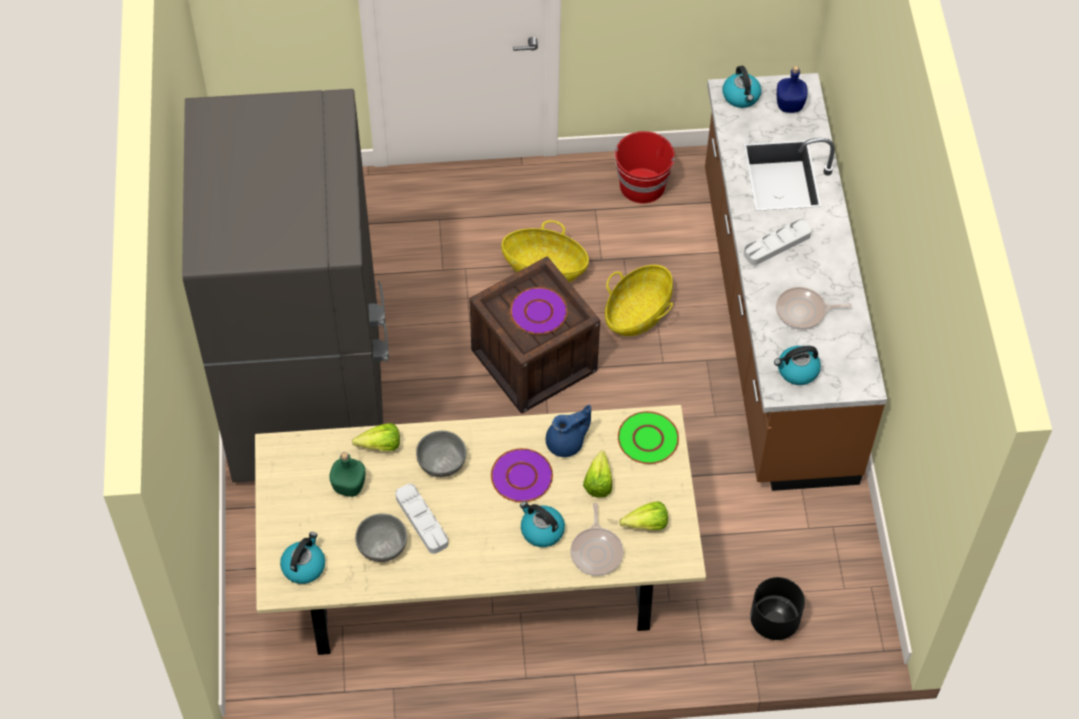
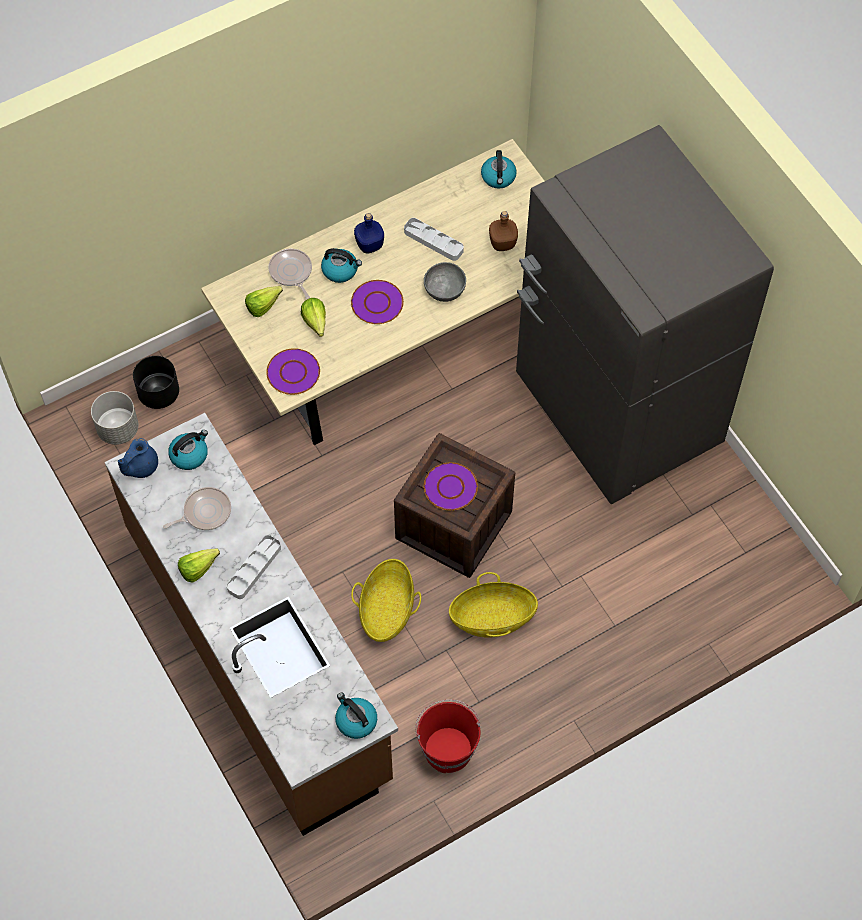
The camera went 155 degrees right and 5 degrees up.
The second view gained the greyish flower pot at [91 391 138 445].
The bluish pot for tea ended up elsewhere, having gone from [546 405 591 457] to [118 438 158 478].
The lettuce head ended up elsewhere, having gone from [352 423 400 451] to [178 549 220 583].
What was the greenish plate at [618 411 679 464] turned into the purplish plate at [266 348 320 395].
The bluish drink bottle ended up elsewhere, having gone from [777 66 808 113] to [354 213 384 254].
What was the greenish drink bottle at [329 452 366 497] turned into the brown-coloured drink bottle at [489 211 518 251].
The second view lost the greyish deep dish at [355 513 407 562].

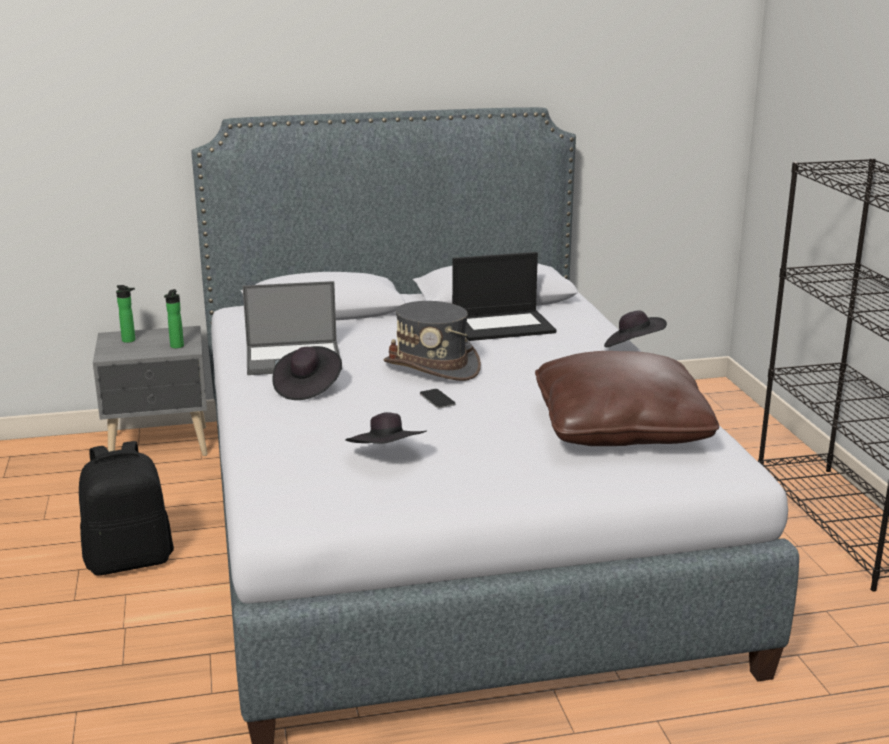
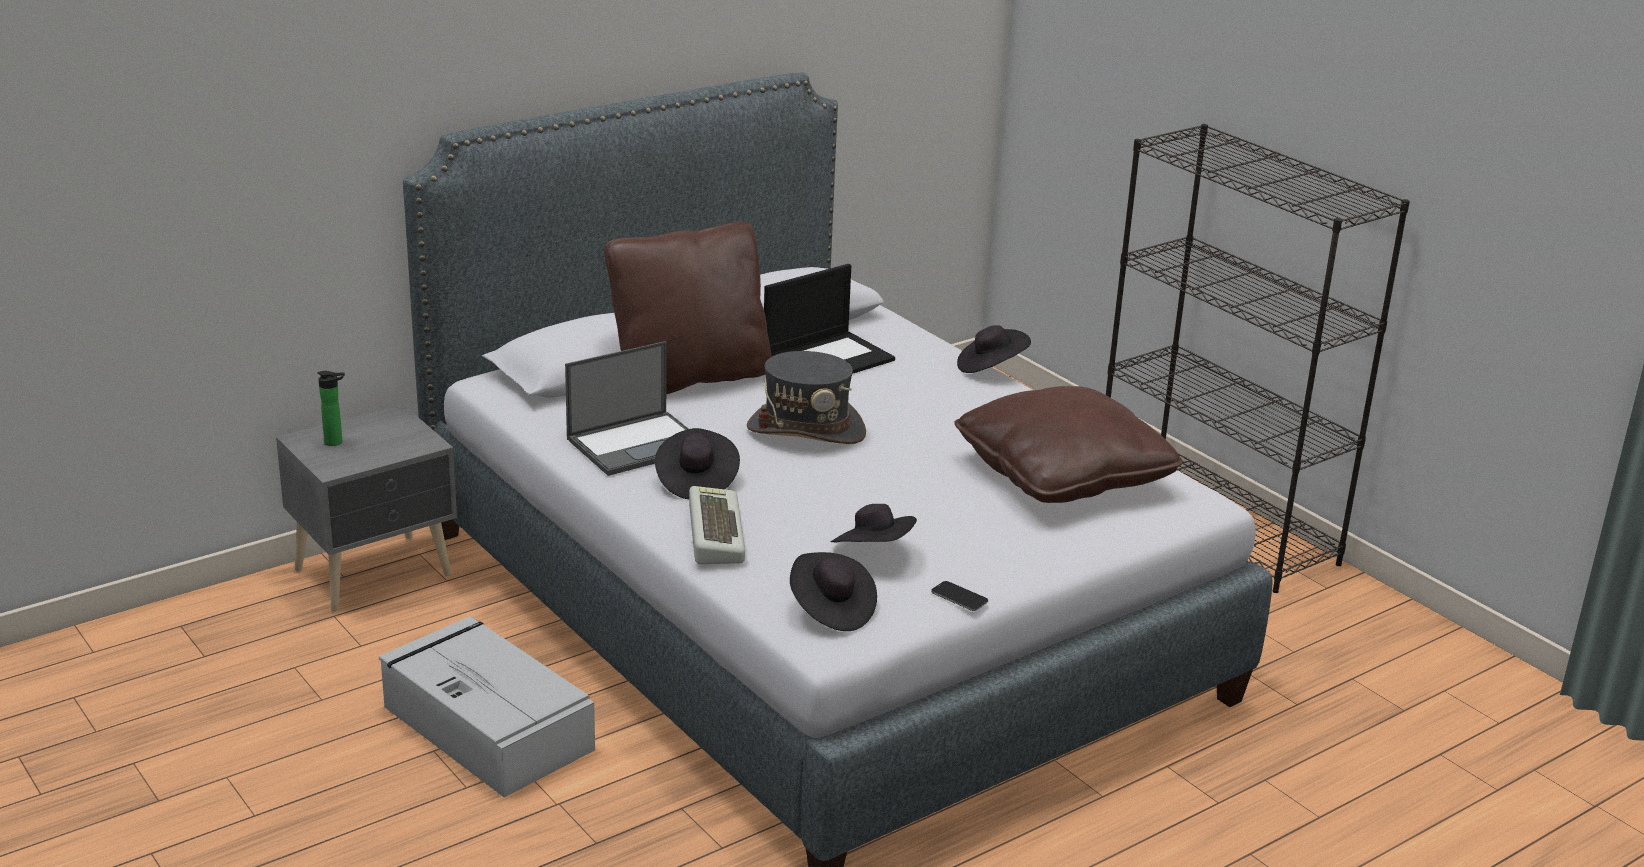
The camera went 25 degrees left and 5 degrees up.
Where the blackish backpack stood at [79 441 174 576], the greyish storage container came to stand at [379 616 595 797].
The second view gained the brown-coloured cushion at [604 222 771 394].
The second view gained the keyboard at [689 486 745 564].
The second view gained the blackish wearable hat at [790 552 877 631].
The phone ended up elsewhere, having gone from [420 389 456 408] to [931 581 988 611].
The second view lost the drink bottle at [164 289 184 348].

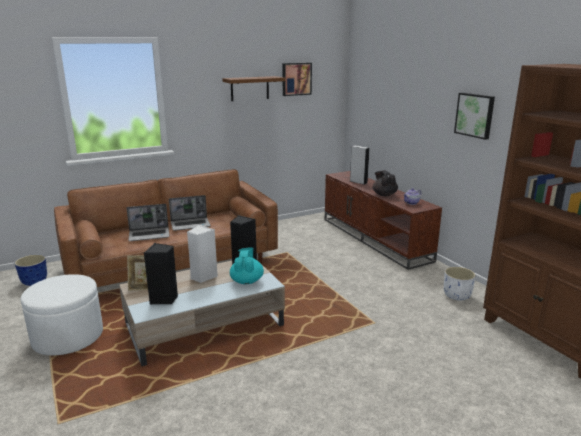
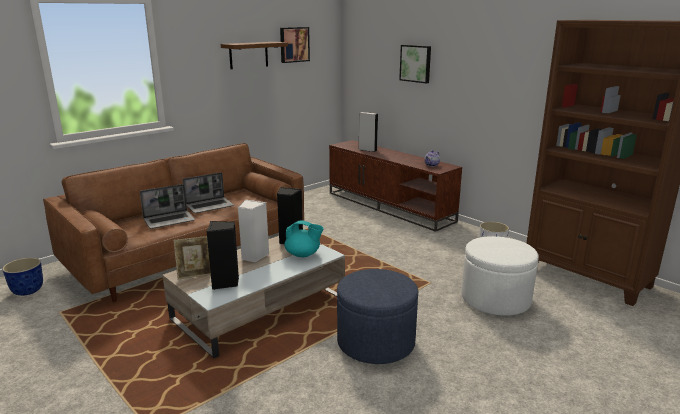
The camera went 15 degrees left and 0 degrees up.
The blue-green pot for tea at [230 247 264 284] ended up facing another way, 120 degrees clockwise from before.
The second view gained the bluish pouffe at [337 269 418 364].
The wall art ended up elsewhere, having gone from [454 93 495 140] to [399 45 431 83].
The white-coloured pouffe ended up elsewhere, having gone from [21 274 103 355] to [461 236 538 316].
The second view lost the blackish pot for tea at [373 170 398 196].

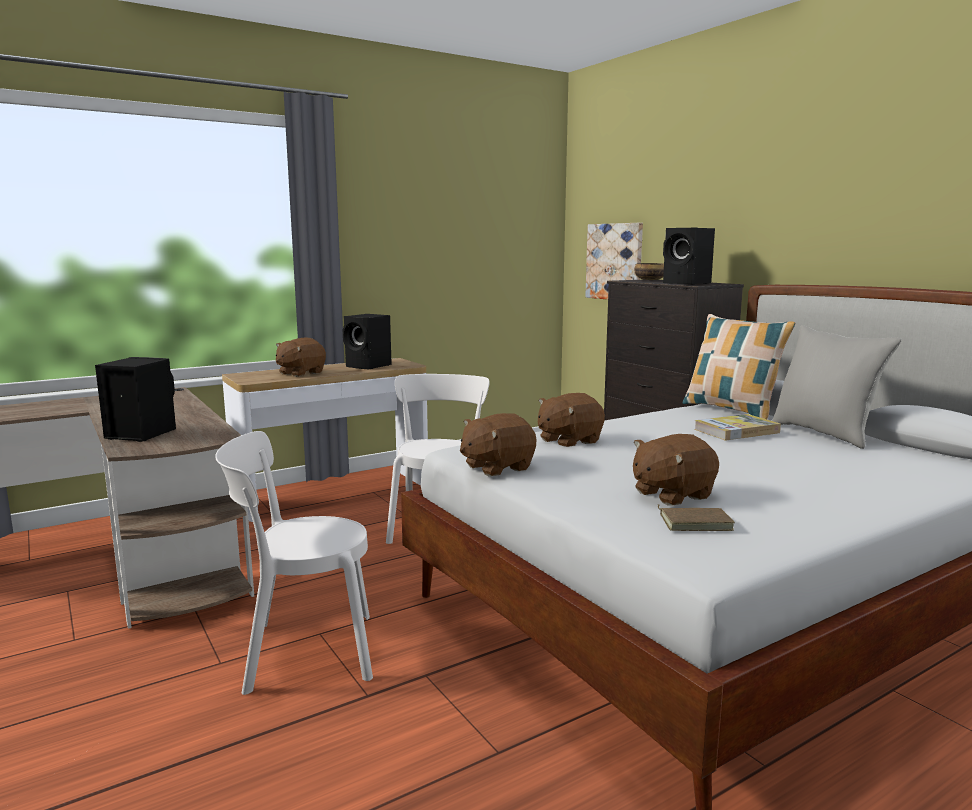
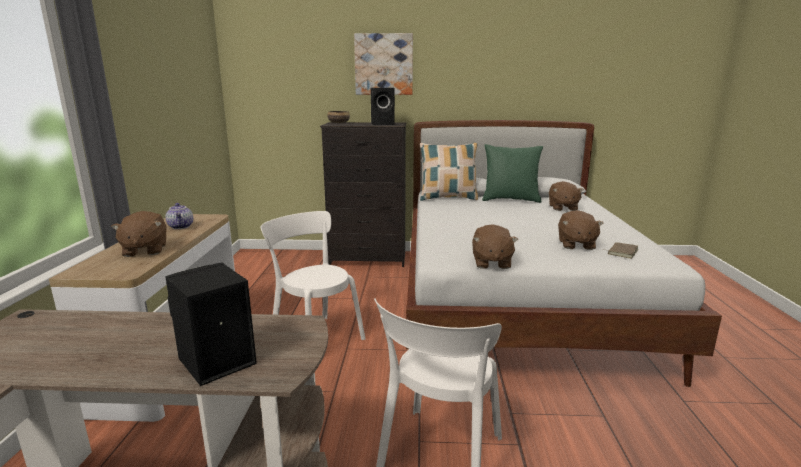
The camera went 55 degrees left and 5 degrees up.
Where the blackish speaker stood at [343 314 392 369], the pot for tea came to stand at [165 203 193 229].
The wall art ended up elsewhere, having gone from [585 223 643 300] to [354 33 413 95].
What was the greyish cushion at [772 325 902 449] turned into the greenish cushion at [482 144 543 203].
The brown-coloured plush toy ended up elsewhere, having gone from [538 393 605 447] to [549 181 584 211].
The second view lost the bound book at [694 414 781 441].

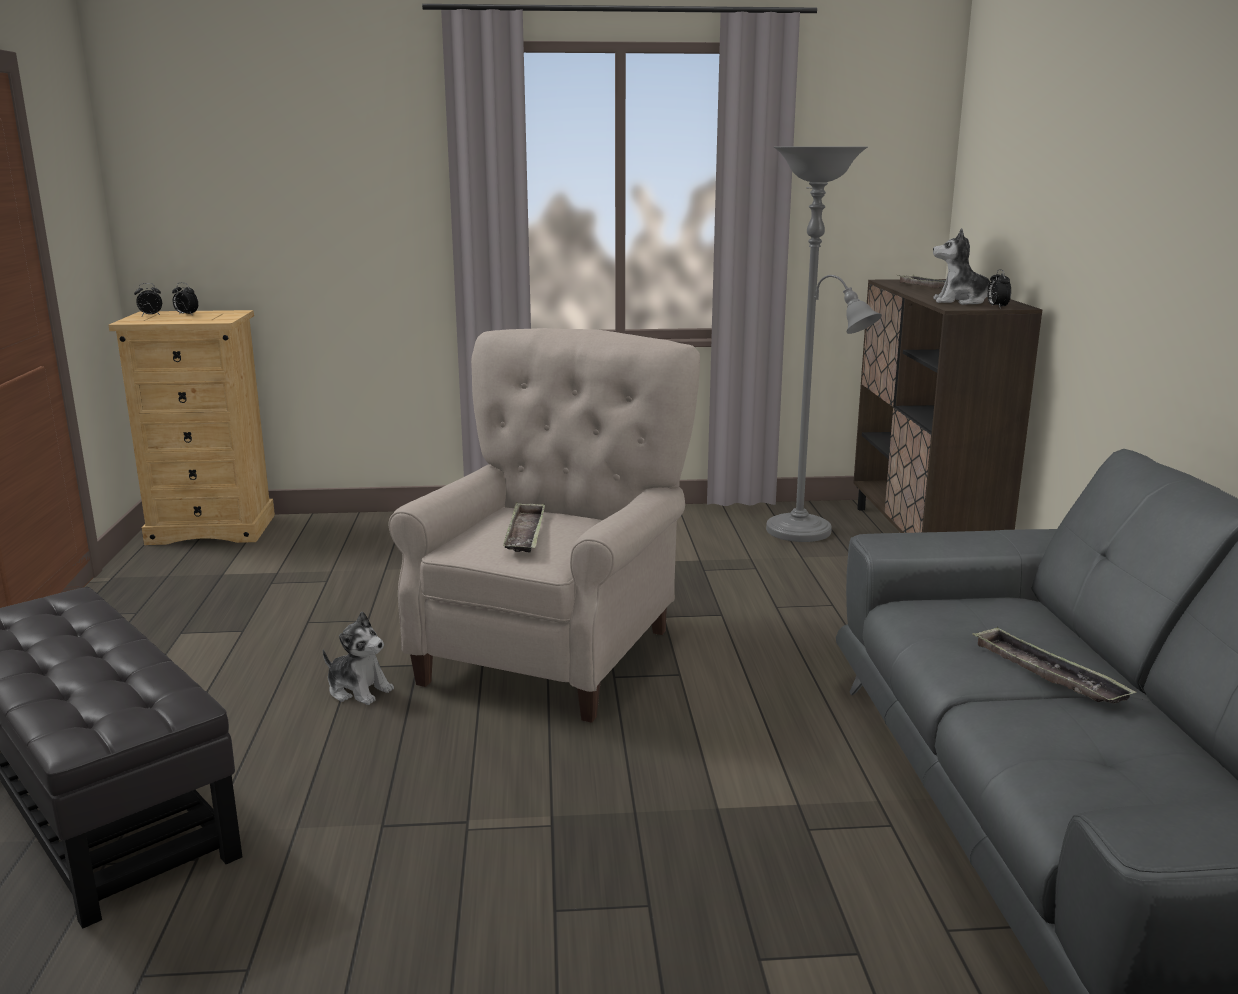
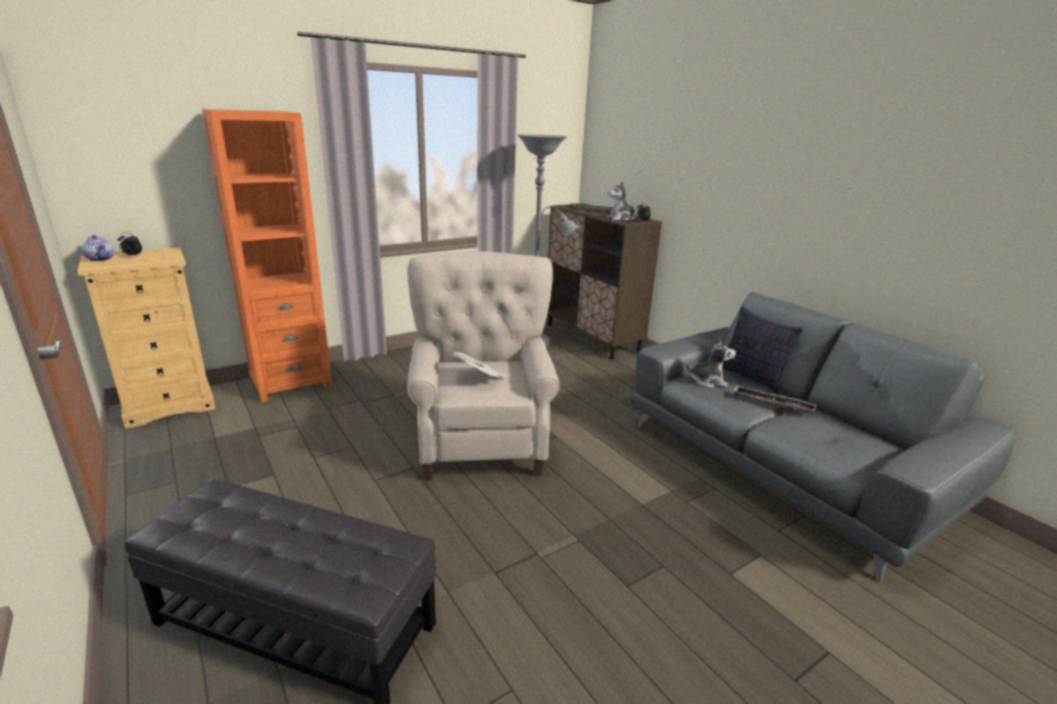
The camera went 30 degrees left and 5 degrees up.
Where the alarm clock stood at [134 283 162 316], the pot for tea came to stand at [82 235 114 262].
The second view gained the orange-coloured bookcase at [202 109 332 403].
Where the carrying tray stood at [503 502 545 553], the newspaper came to stand at [452 352 508 378].
The plush toy ended up elsewhere, having gone from [323 611 394 705] to [686 337 736 388].
The second view gained the cushion at [722 307 803 393].

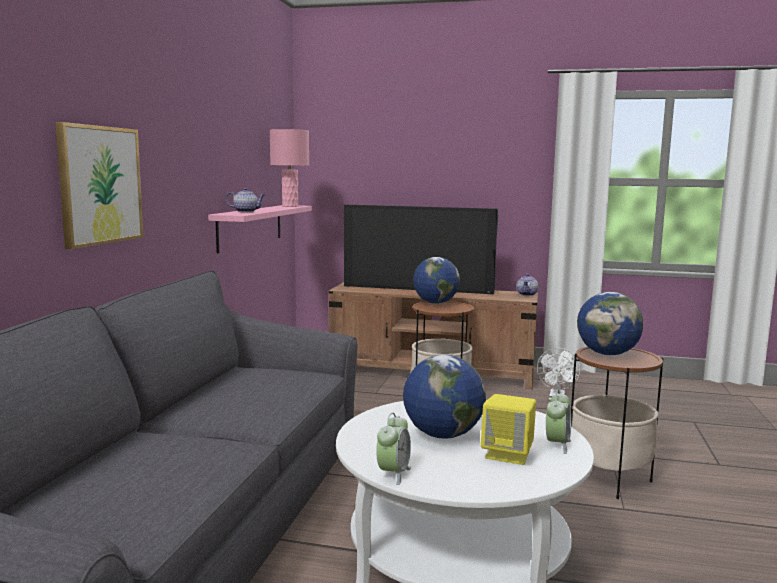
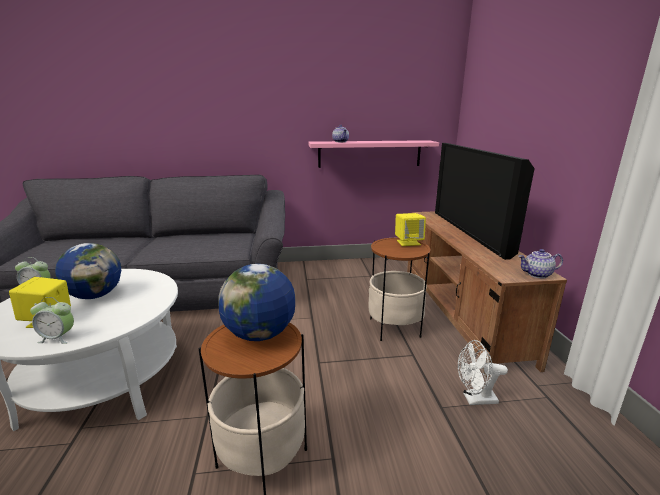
The camera went 70 degrees right and 10 degrees up.
Where the desk globe stood at [413 257 460 304], the yellow speaker came to stand at [395 213 426 246].
The second view lost the wall art at [55 122 144 249].
The second view lost the pinkish table lamp at [270 129 309 207].

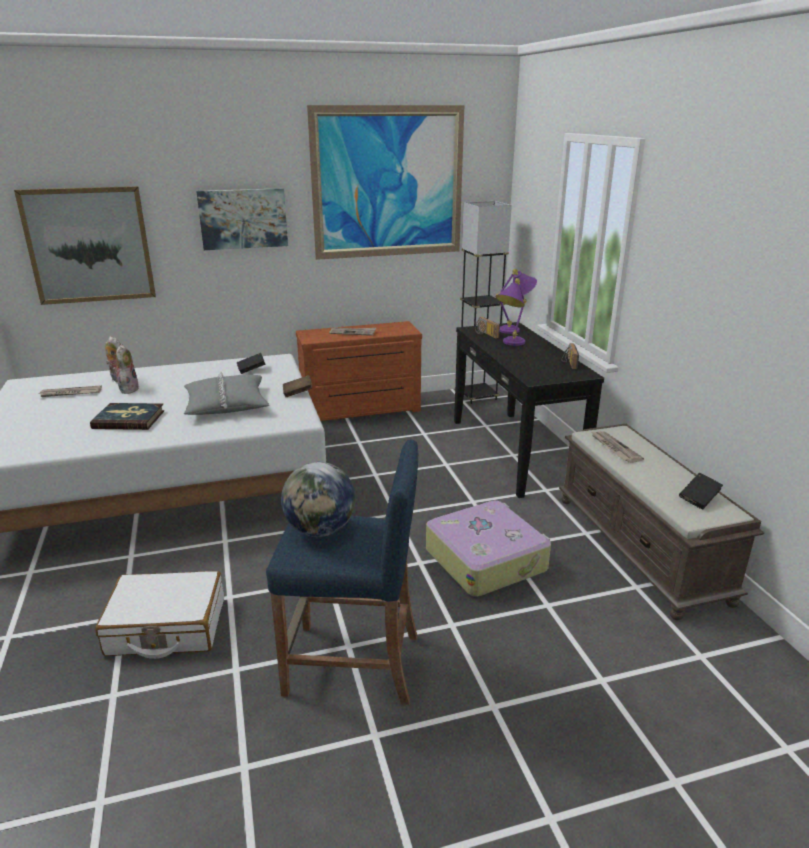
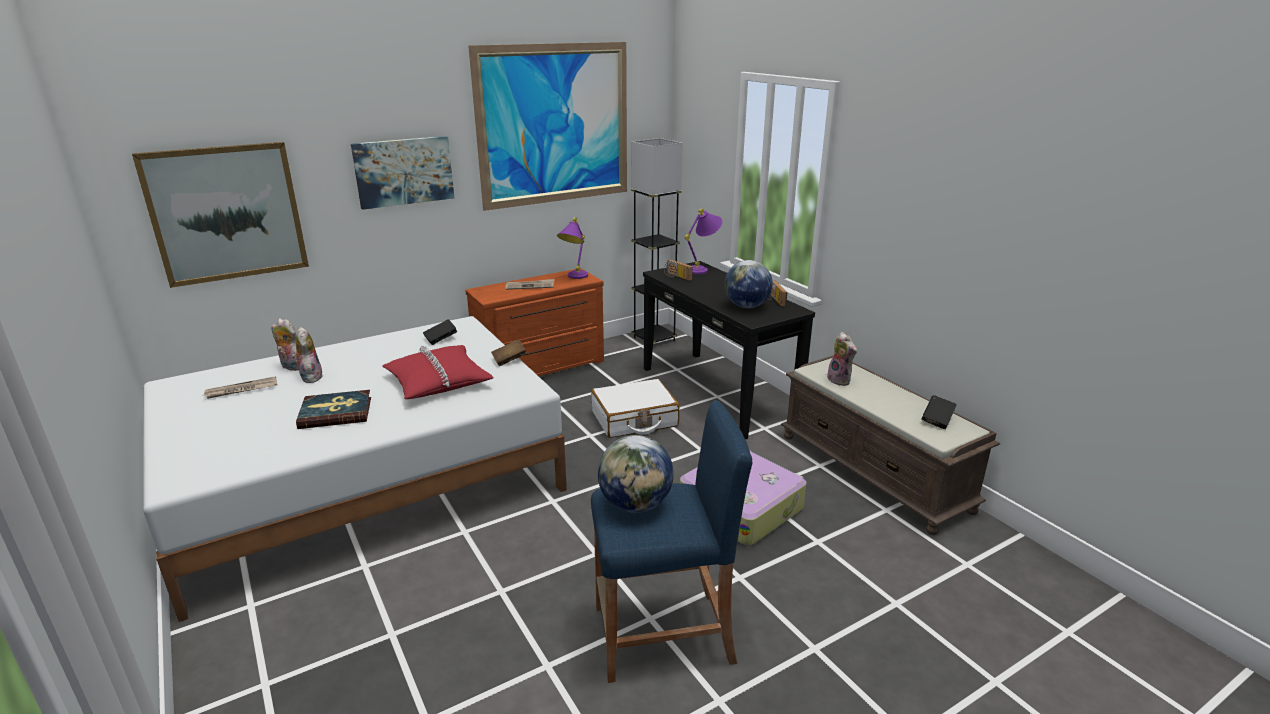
The camera went 15 degrees left and 0 degrees up.
What was the greyish cushion at [184 371 269 415] turned into the red cushion at [382 345 494 399].
The purplish table lamp ended up elsewhere, having gone from [496 278 527 346] to [557 217 588 279].
The white-coloured travel case ended up elsewhere, having gone from [95 571 224 659] to [591 379 679 438].
The second view gained the desk globe at [725 260 773 308].
Where the newspaper stood at [590 431 644 463], the plush toy came to stand at [825 332 857 386].

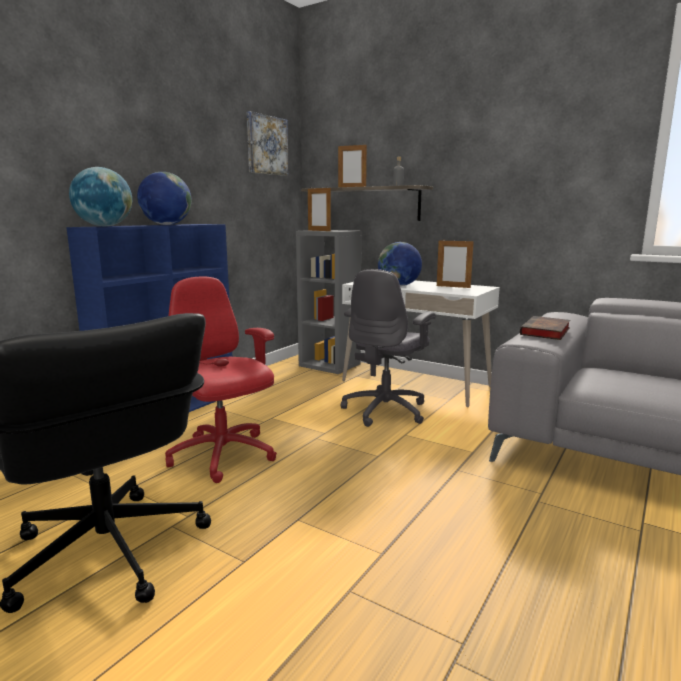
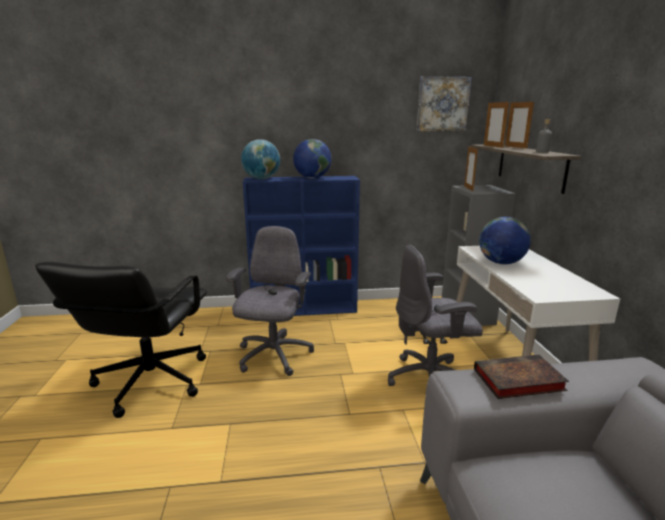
The camera went 50 degrees right and 5 degrees up.
What was the red office chair at [165 276 277 483] turned into the greyish office chair at [226 226 314 376].
The picture frame ended up elsewhere, having gone from [437 239 474 288] to [484 102 509 148].

